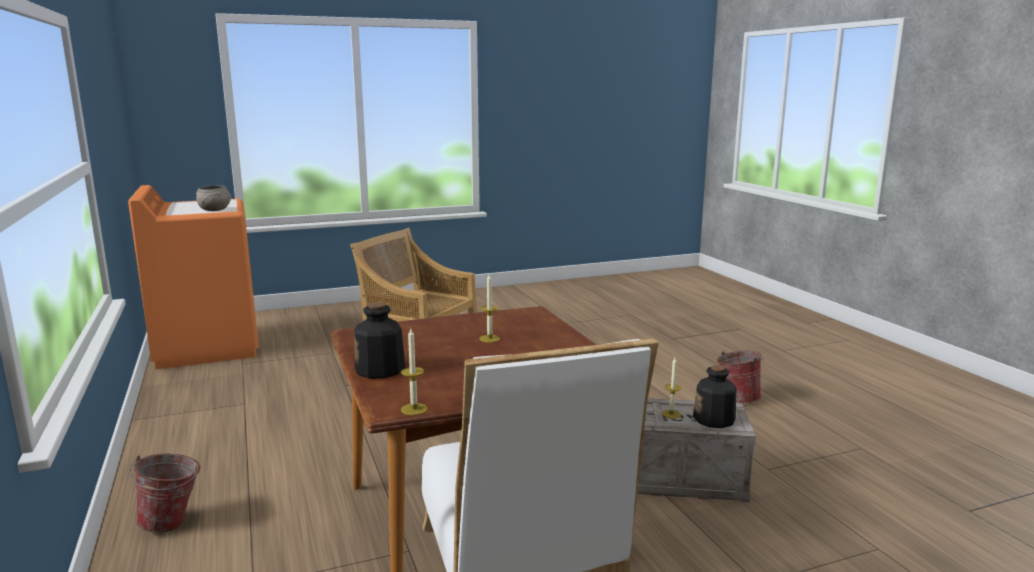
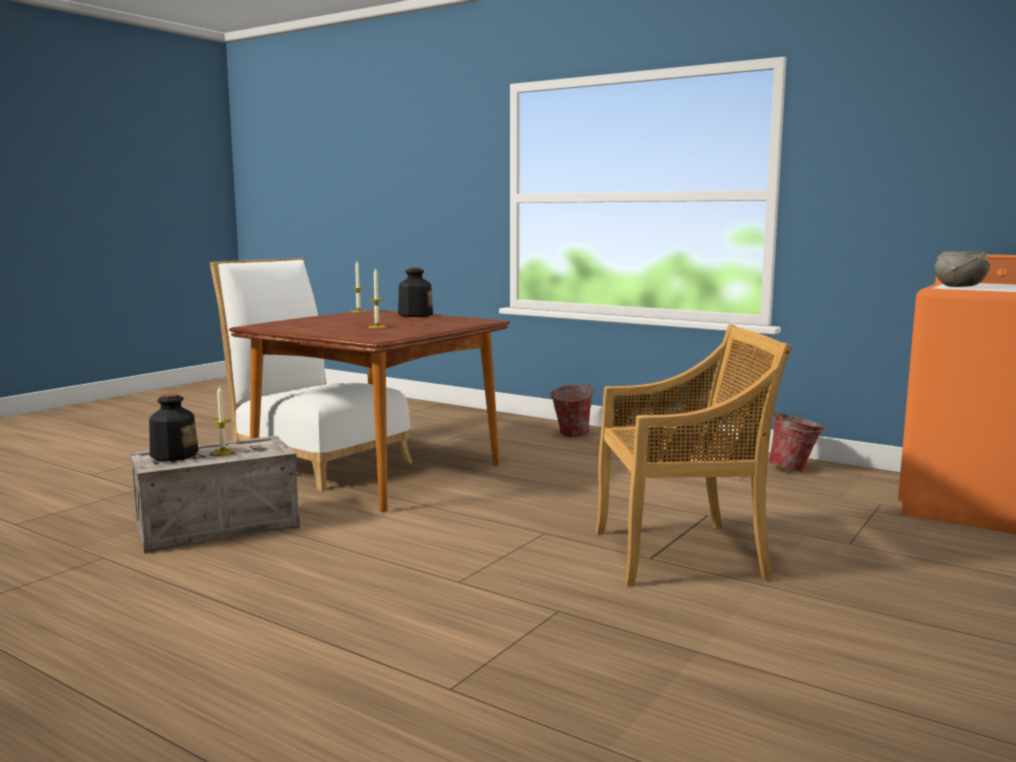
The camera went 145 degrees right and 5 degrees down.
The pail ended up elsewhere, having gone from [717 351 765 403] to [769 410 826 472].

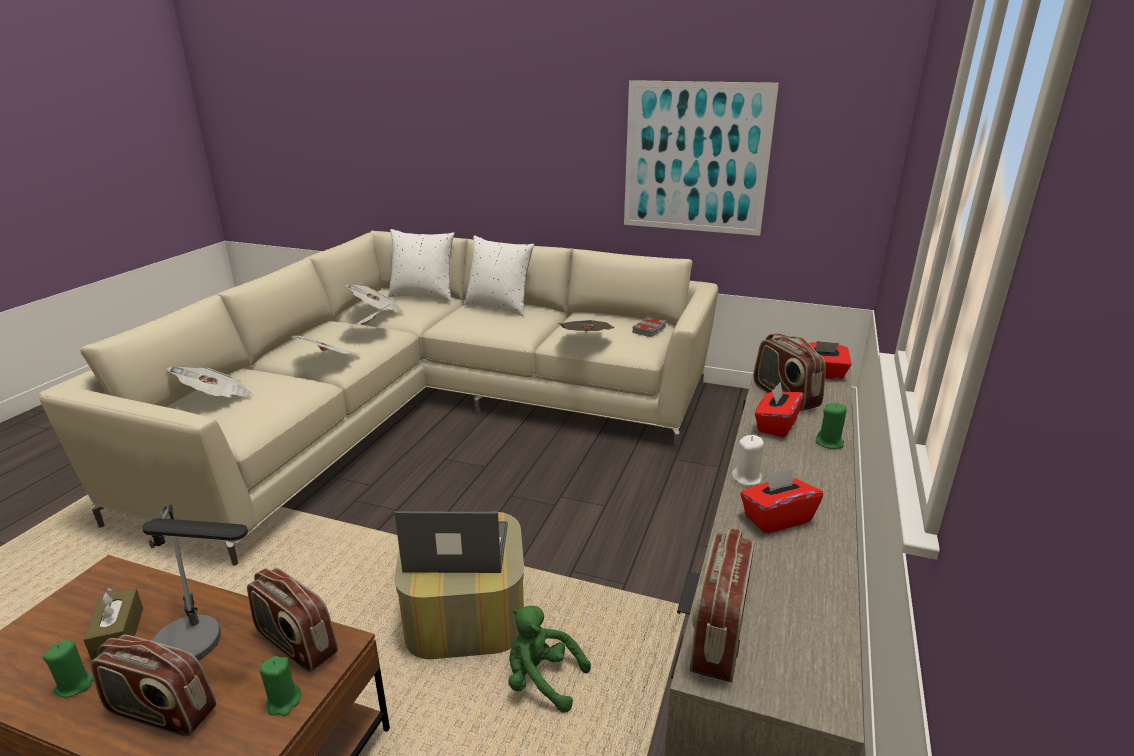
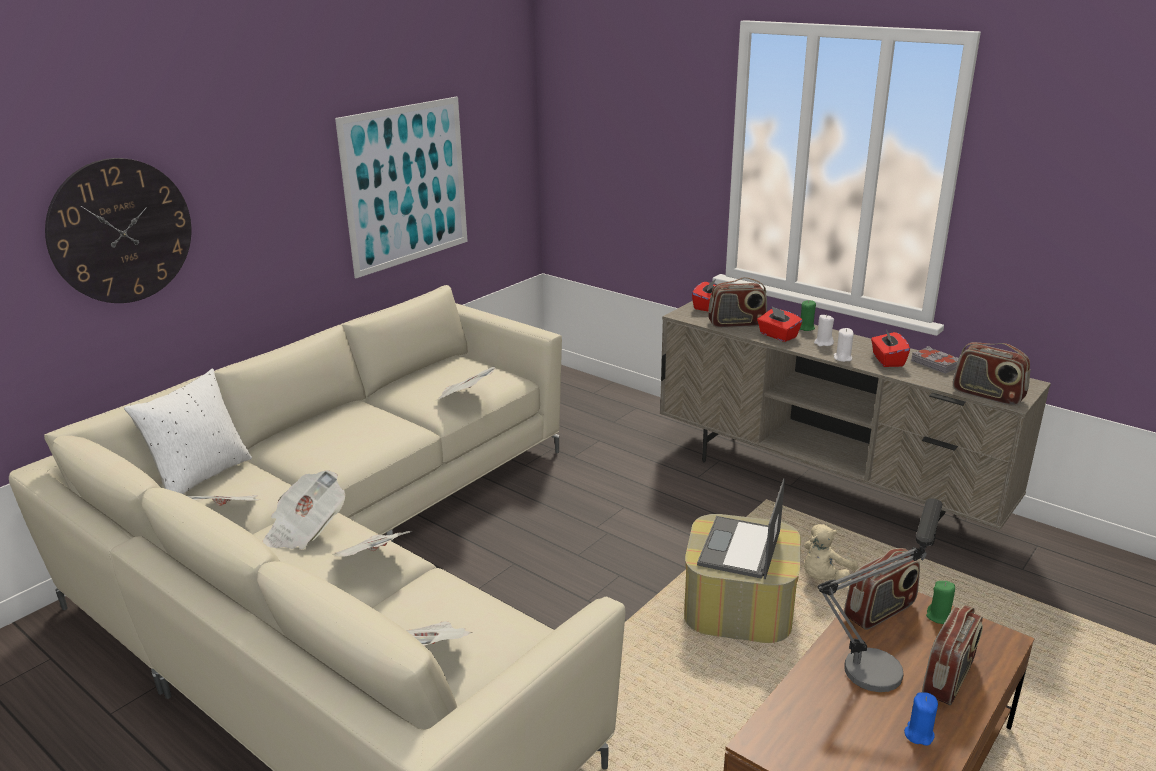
The camera went 70 degrees left and 0 degrees up.
The second view gained the clock on the wall at [45 158 191 303].
What was the greenish plush toy at [508 606 591 713] turned into the beige-coloured plush toy at [804 524 859 584].
The second view gained the white-coloured candle at [814 314 834 346].
What was the greenish candle at [43 640 94 698] turned into the bluish candle at [904 692 938 746].
The greyish bound book ended up elsewhere, having gone from [632 317 666 337] to [911 346 959 374].
The second view lost the brown-coloured box of tissues at [83 587 143 660].
The second view lost the white-coloured cushion at [464 235 534 316].

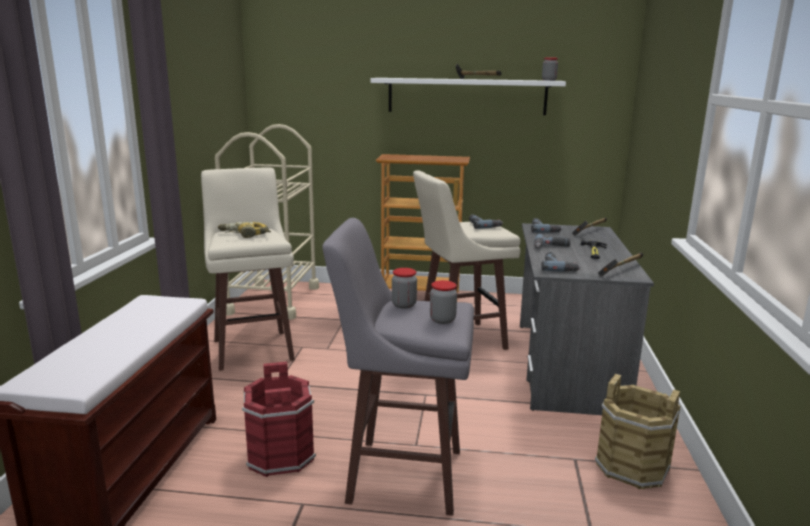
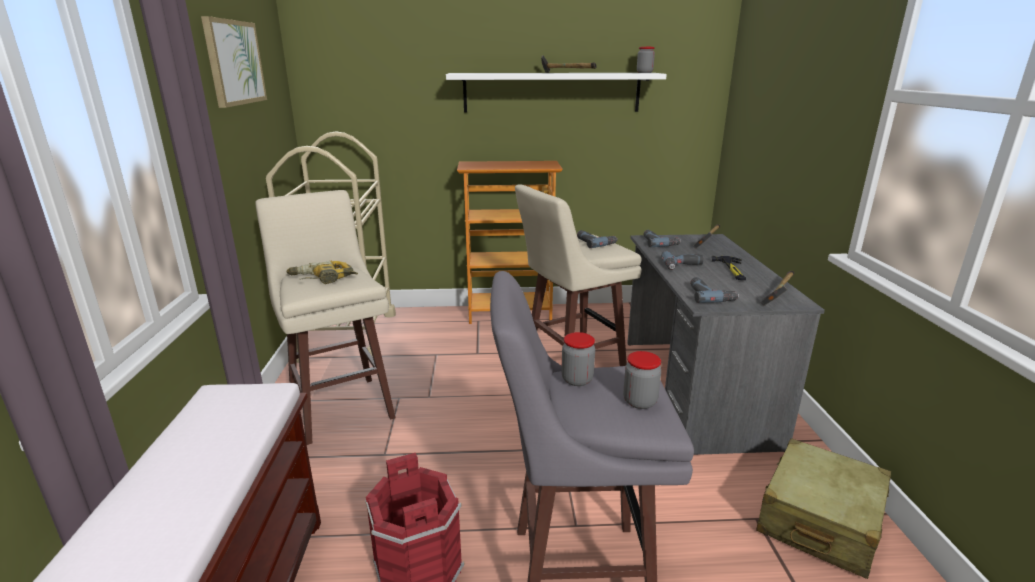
The camera went 10 degrees left and 5 degrees up.
The second view gained the wall art at [201 16 267 108].
Where the brown-coloured pail stood at [595 374 680 489], the beige-coloured travel case came to stand at [756 438 891 579].

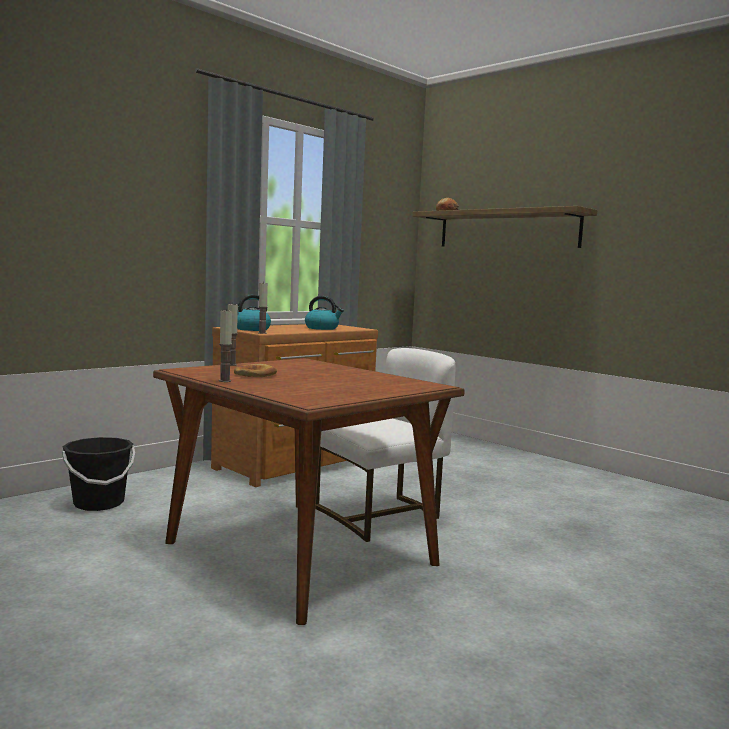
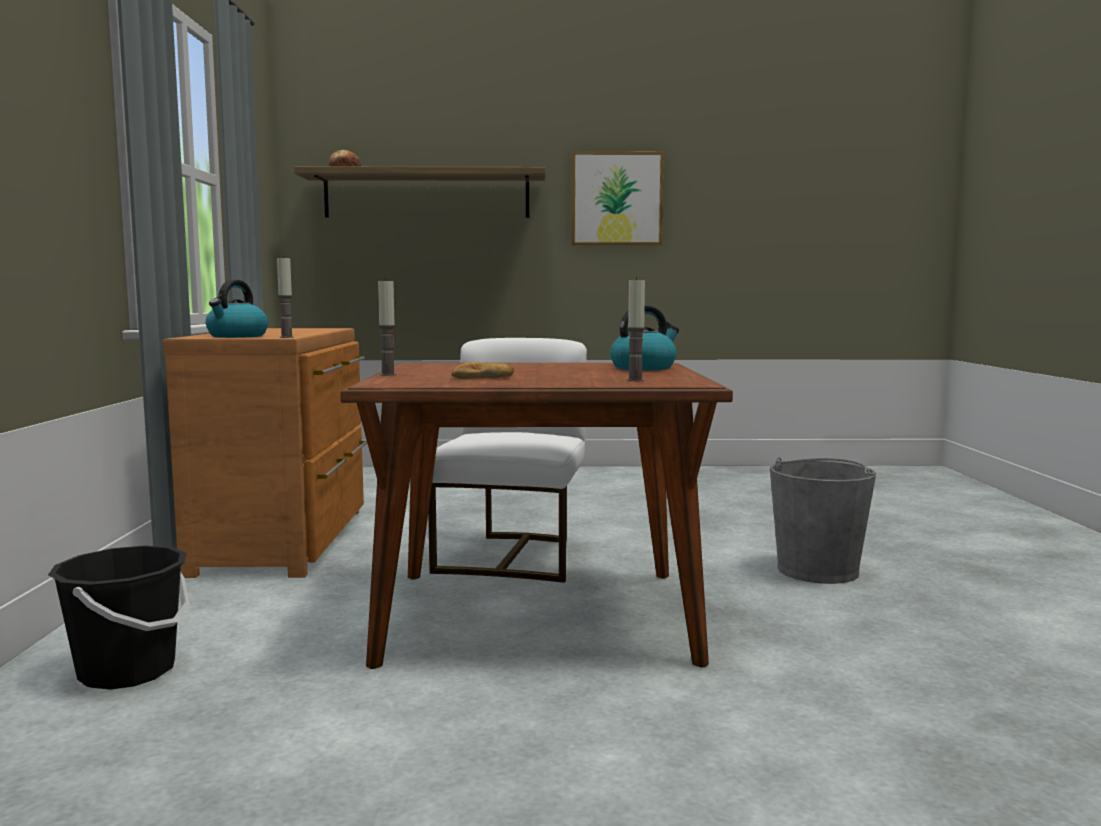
The camera went 45 degrees left and 0 degrees up.
The second view gained the wall art at [571 151 664 245].
The tea kettle ended up elsewhere, having gone from [305 296 344 330] to [610 305 679 370].
The candle ended up elsewhere, having gone from [219 309 232 382] to [627 277 645 382].
The second view gained the greyish pail at [770 457 876 584].

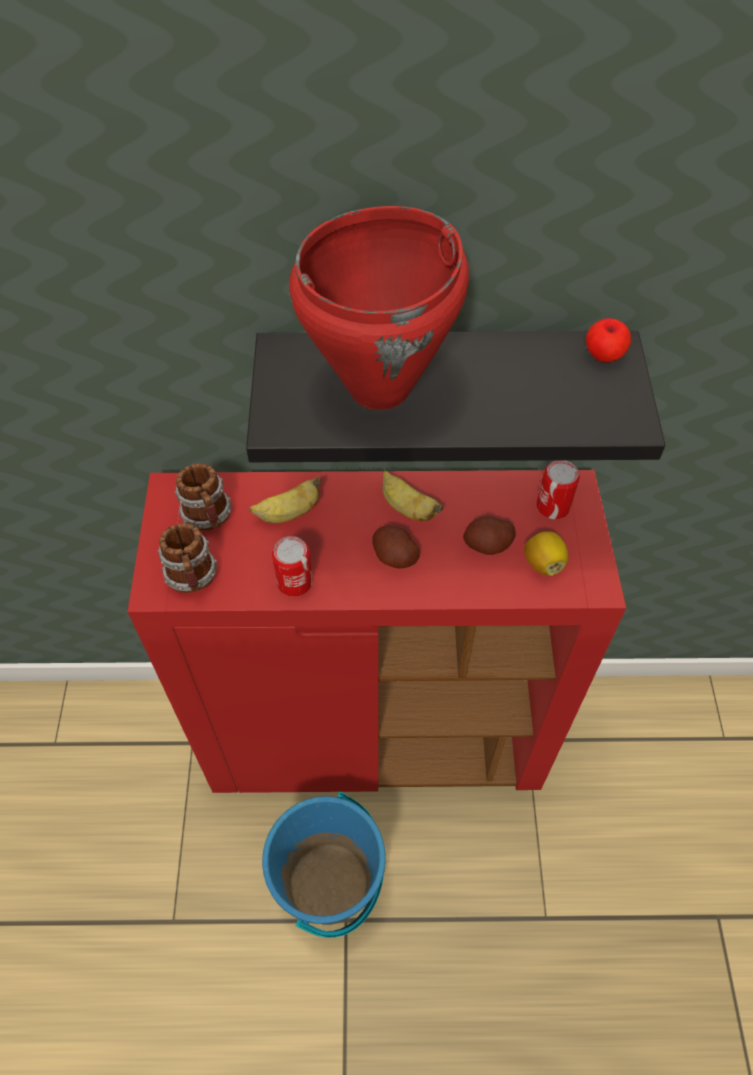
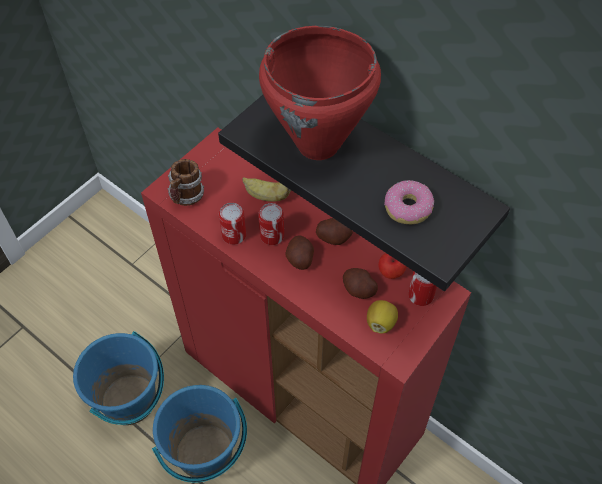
The camera went 40 degrees right and 0 degrees up.
The second view gained the bluish pail at [73 331 164 425].
The second view gained the sealed can at [258 203 284 245].
Where the banana stood at [382 471 443 521], the potato came to stand at [316 218 353 245].
The apple fruit ended up elsewhere, having gone from [586 318 631 362] to [378 253 407 279].
The second view gained the donut at [384 180 434 224].
The second view lost the tea mug at [175 464 231 531].

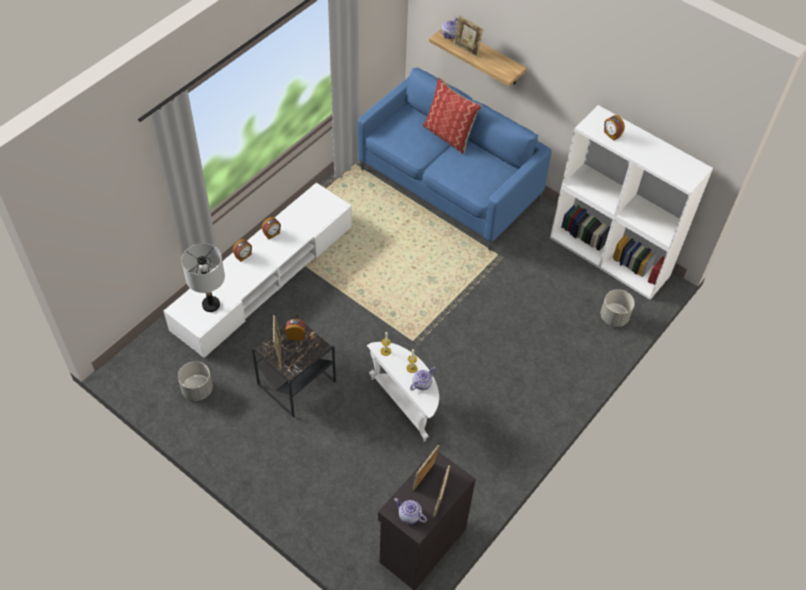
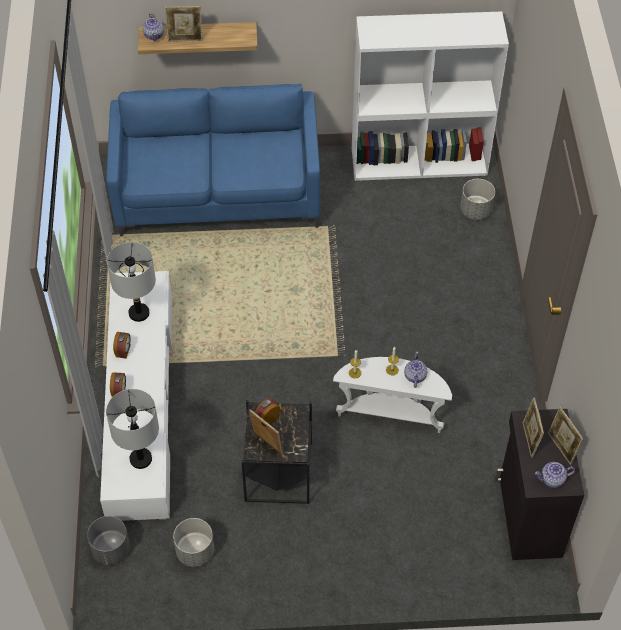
The camera went 40 degrees left and 0 degrees up.
The second view gained the greyish flower pot at [87 516 130 565].
The second view gained the greyish table lamp at [107 242 156 322].
The second view lost the cushion at [422 77 482 155].
The second view lost the alarm clock at [604 115 625 141].

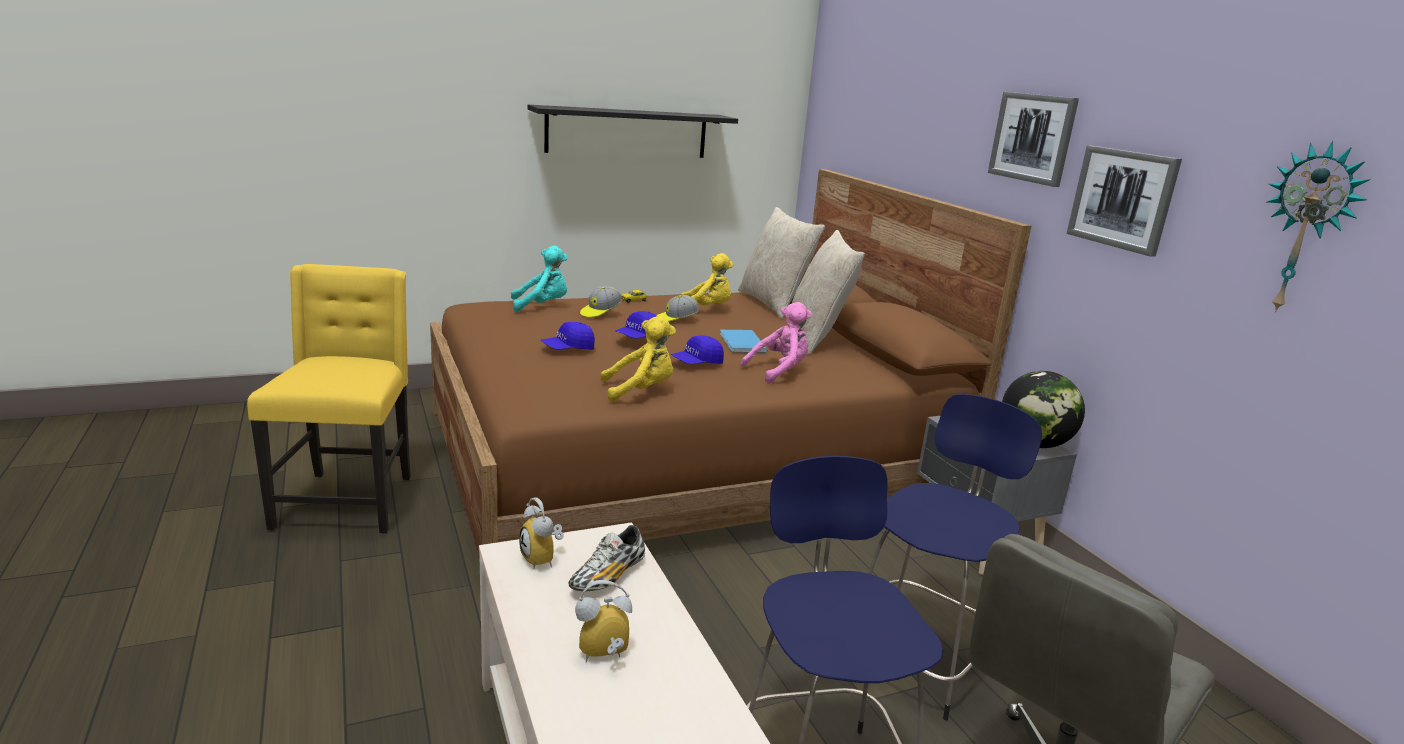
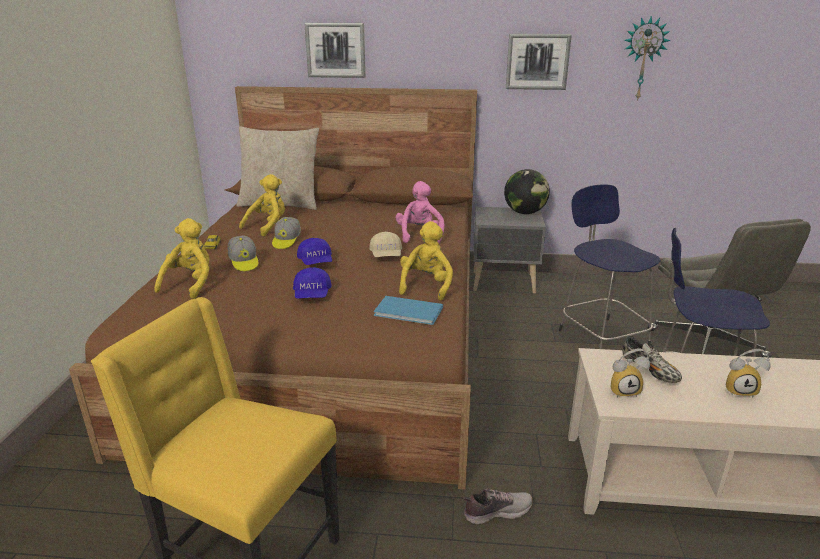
The camera went 60 degrees left and 5 degrees up.
What was the blue-green plush toy at [511 246 568 312] turned into the yellow plush toy at [154 218 210 299].
The wall art ended up elsewhere, having gone from [988 92 1079 187] to [304 23 366 78].
What was the bluish baseball cap at [671 335 724 364] turned into the beige-coloured baseball cap at [369 232 402 257].
The bluish bound book ended up elsewhere, having gone from [720 330 768 353] to [374 296 443 325].
The second view gained the low shoe at [464 488 533 524].
The alarm clock at [575 580 632 662] ended up facing another way, 90 degrees counterclockwise from before.
The second view lost the blackish shelf at [528 105 738 158].
The second view lost the beige-coloured cushion at [792 230 865 355].

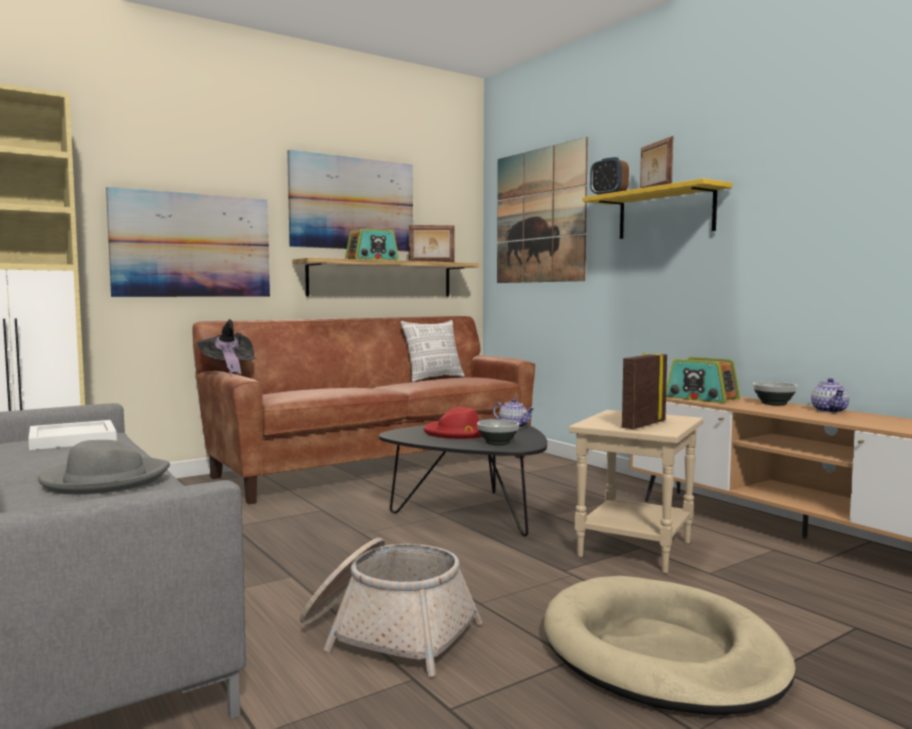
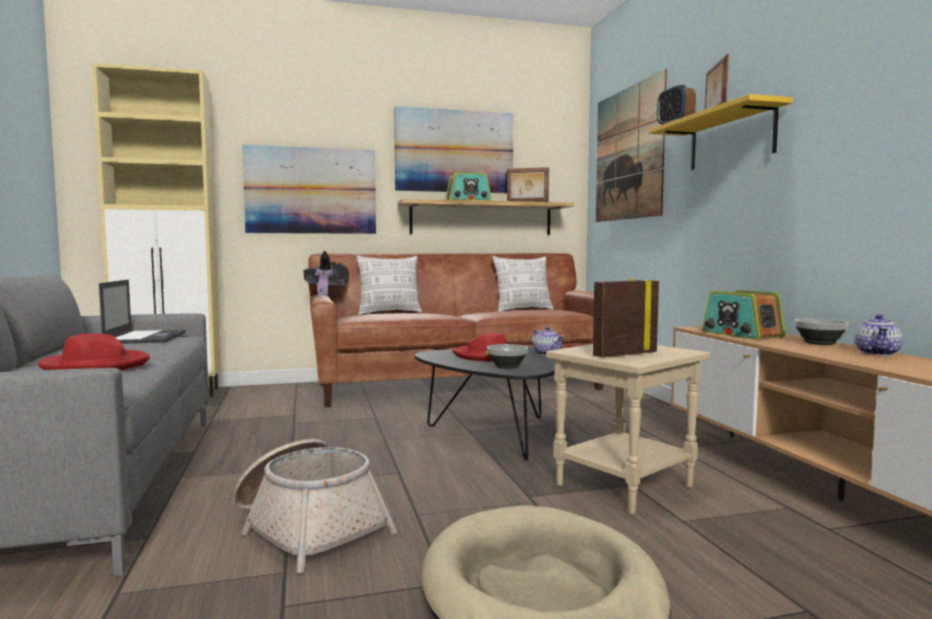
The camera went 20 degrees right and 0 degrees up.
What was the greyish wearable hat at [38 440 170 495] turned into the red wearable hat at [38 333 150 370].
Where the white-coloured carrying tray stood at [28 420 117 450], the portable computer came to stand at [99 280 186 344].
The second view gained the cushion at [356 255 422 315].

